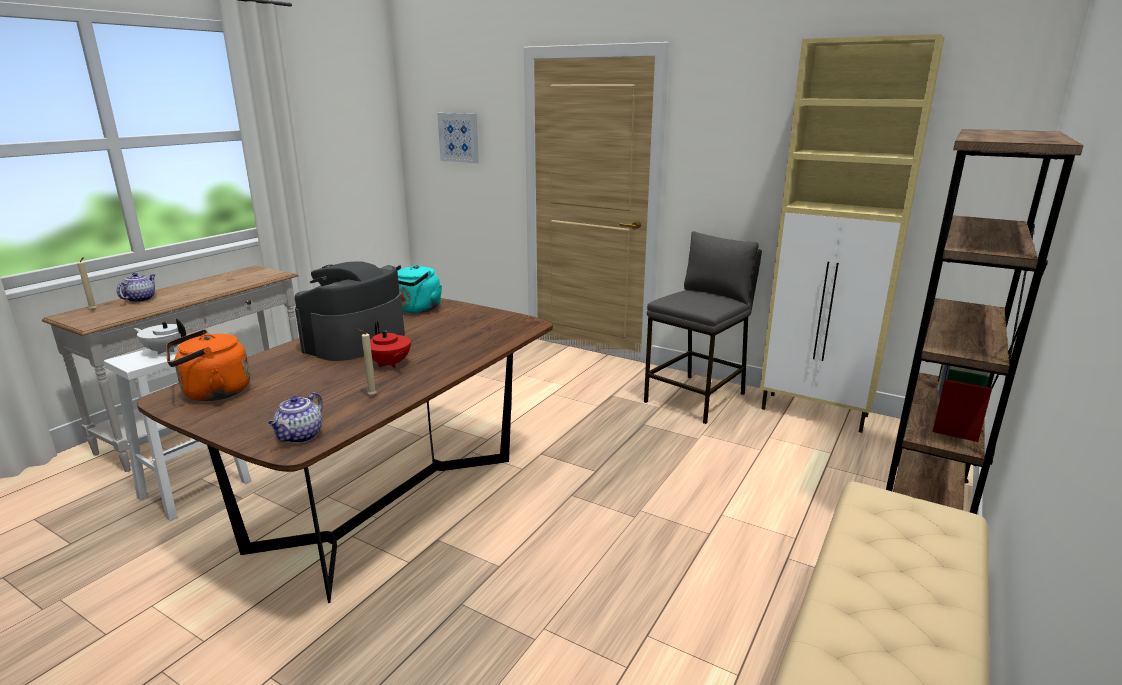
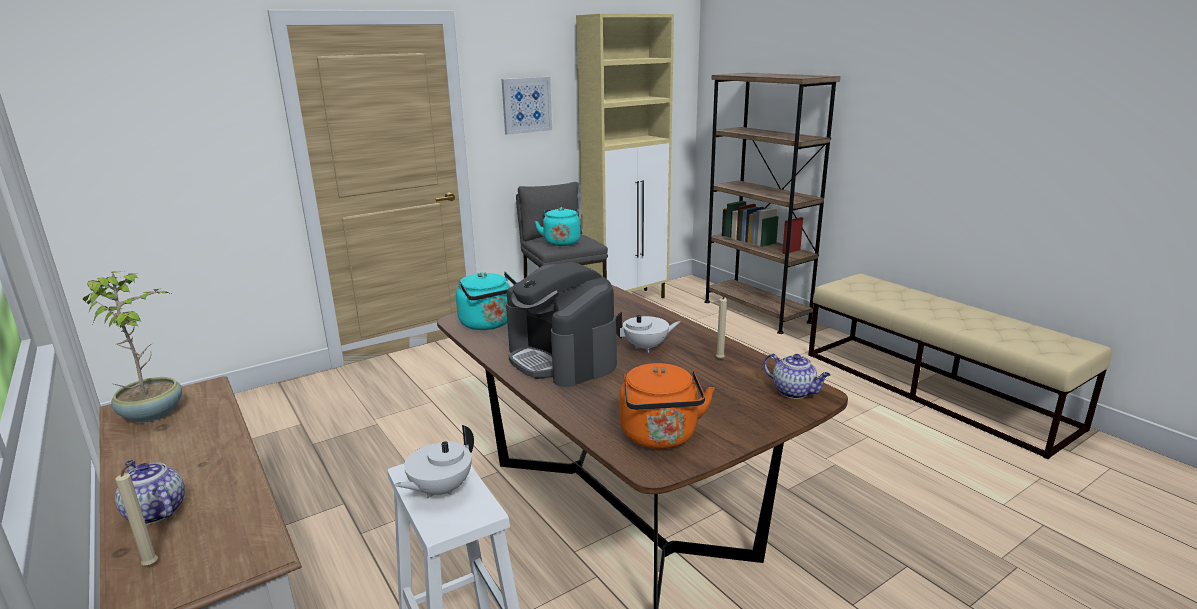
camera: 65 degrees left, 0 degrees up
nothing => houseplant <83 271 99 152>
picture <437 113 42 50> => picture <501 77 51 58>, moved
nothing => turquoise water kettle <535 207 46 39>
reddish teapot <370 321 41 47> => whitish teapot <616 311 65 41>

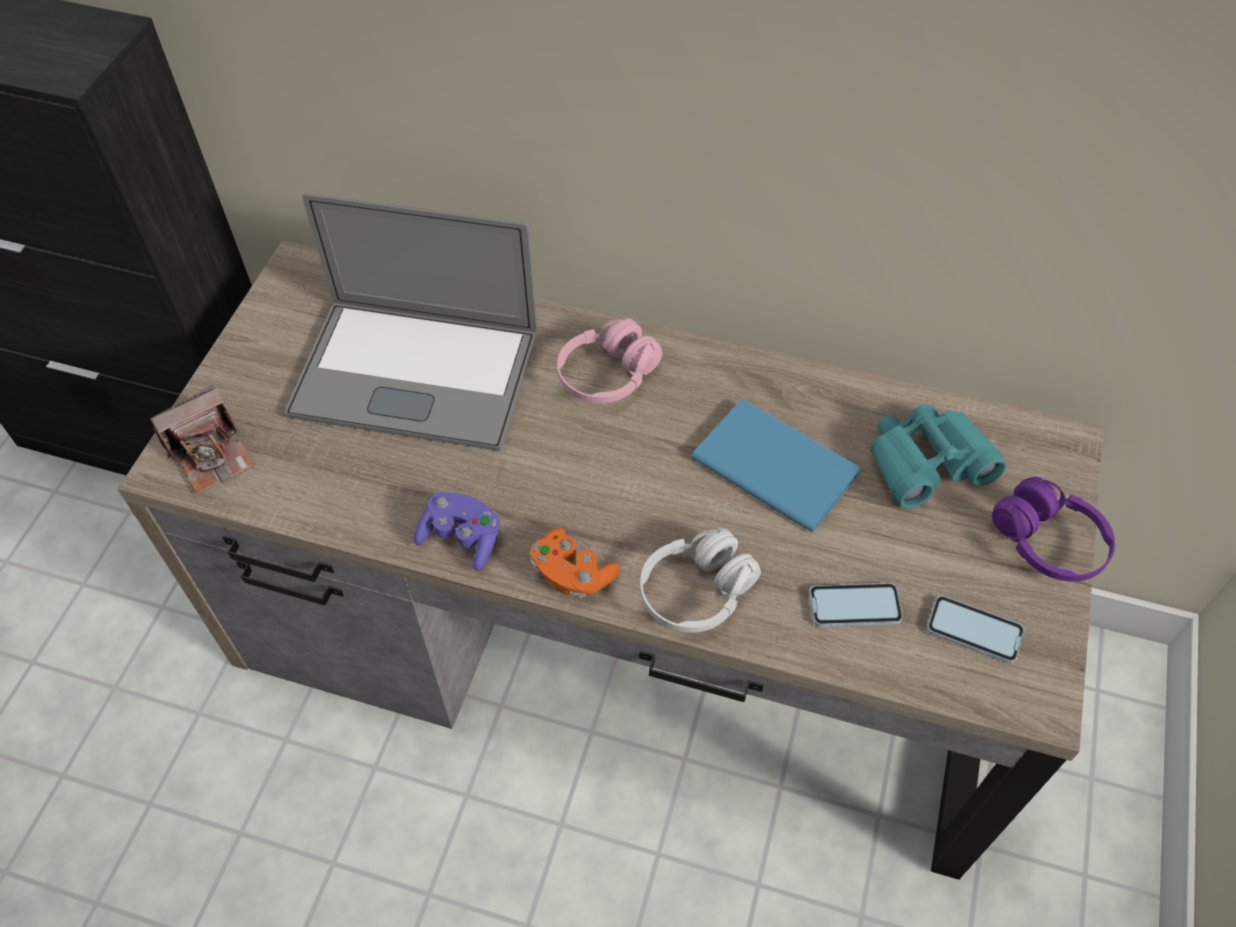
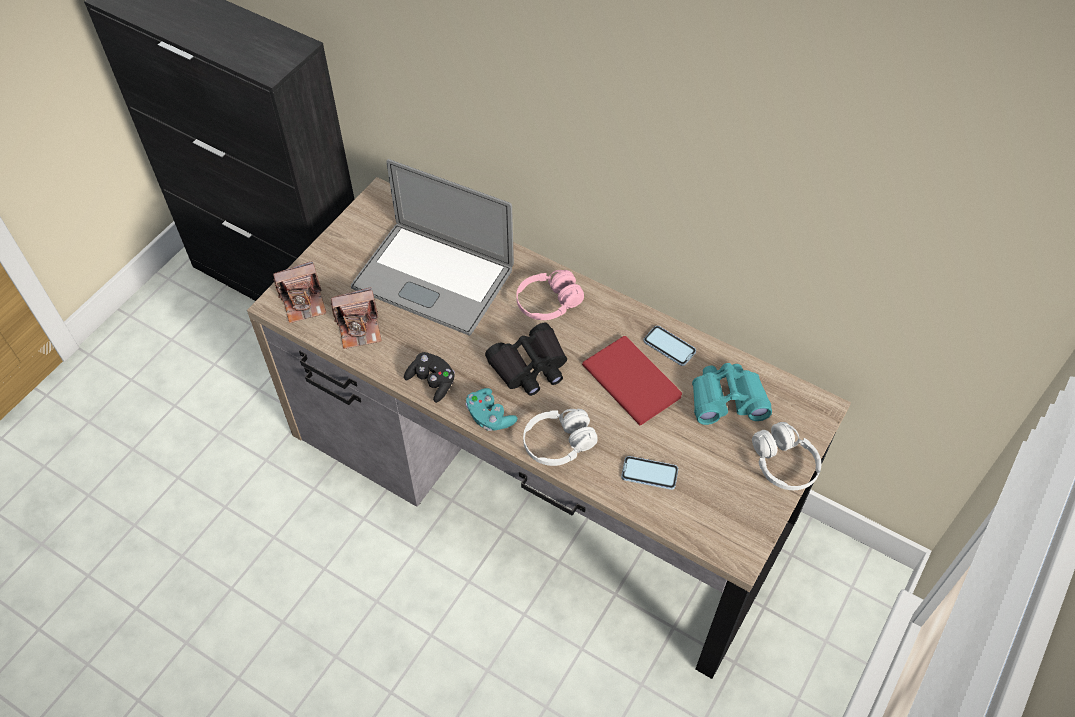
camera: 15 degrees right, 0 degrees up
nothing => still camera <331 287 51 62>
purple-coloured joypad <414 492 86 79> => black-coloured joypad <404 352 51 51>
orange joypad <530 528 90 71> => turquoise joypad <466 388 51 43>
nothing => black-coloured pair of binoculars <485 323 82 73>
bluish volume <691 399 169 134> => reddish volume <582 336 100 89>
phone <927 595 97 68> => phone <643 326 53 40>, moved
purple-coloured headset <992 477 123 105> => whitish headset <752 422 69 68>

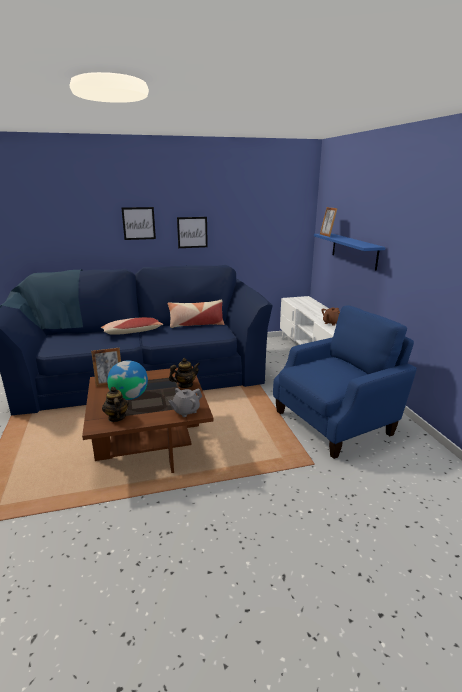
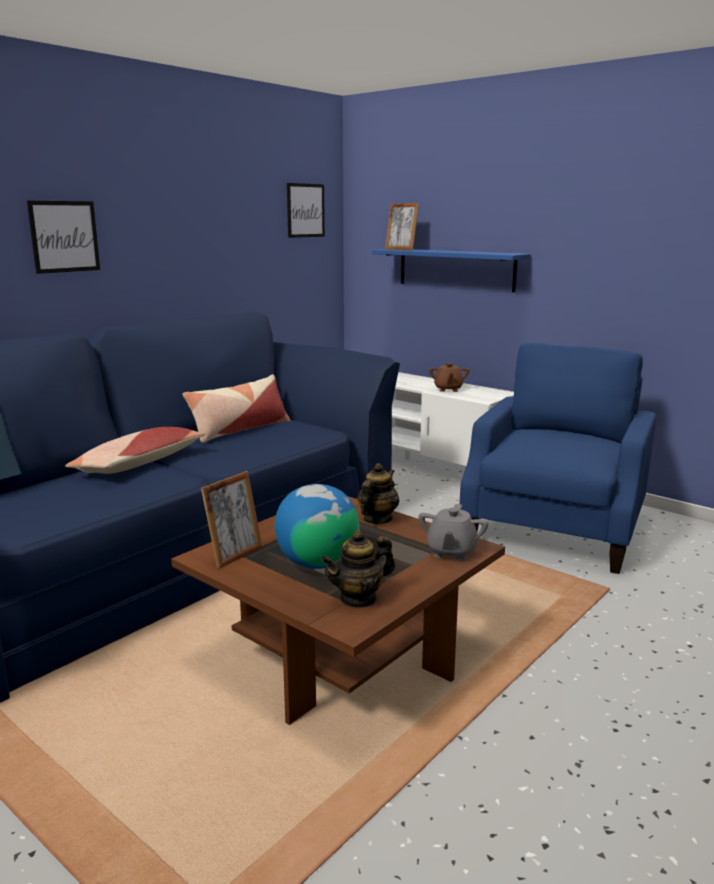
camera: 35 degrees left, 5 degrees down
picture <177 217 31 31> => picture <287 183 38 55>, moved
teapot <102 387 27 35> => teapot <321 530 74 79>, 60 degrees counterclockwise

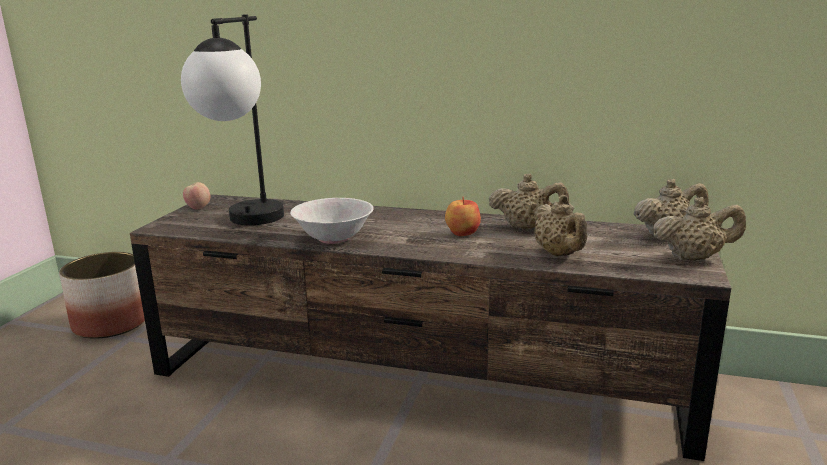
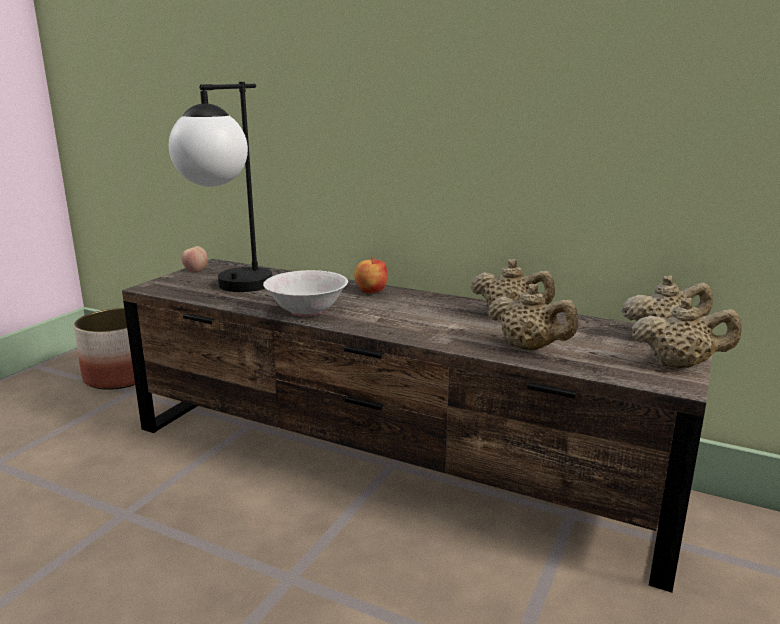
camera: 10 degrees right, 0 degrees up
whole apple <445 197 36 39> => whole apple <354 256 34 37>, moved
beige teapot <533 195 54 61> => beige teapot <487 284 92 67>, 45 degrees counterclockwise

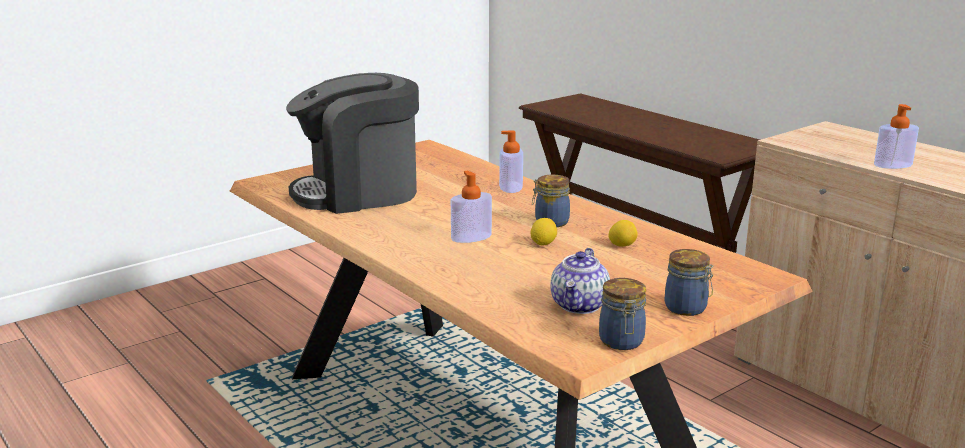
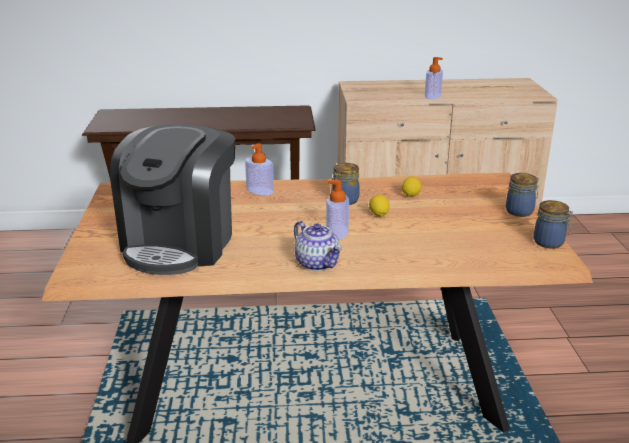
camera: 55 degrees left, 5 degrees up
teapot <550 248 60 66> => teapot <294 221 48 50>, moved

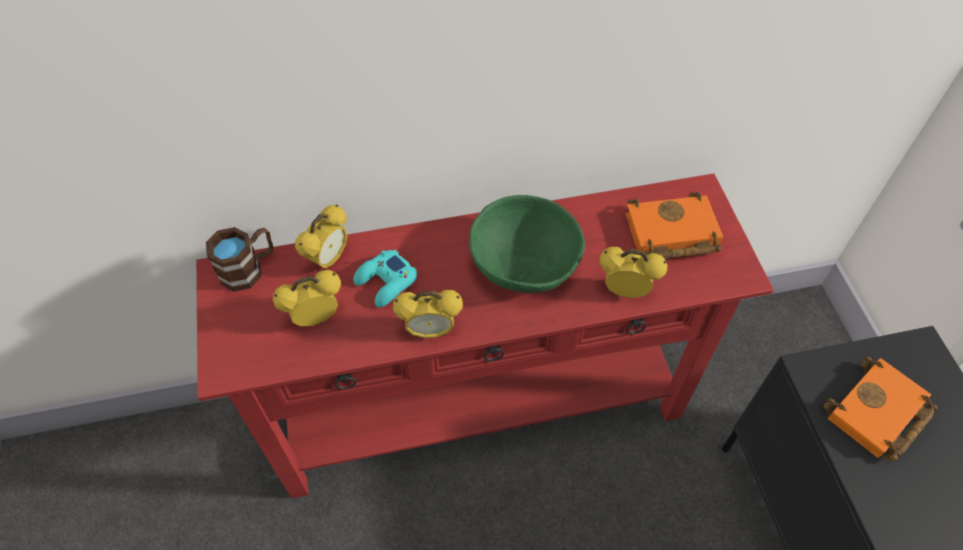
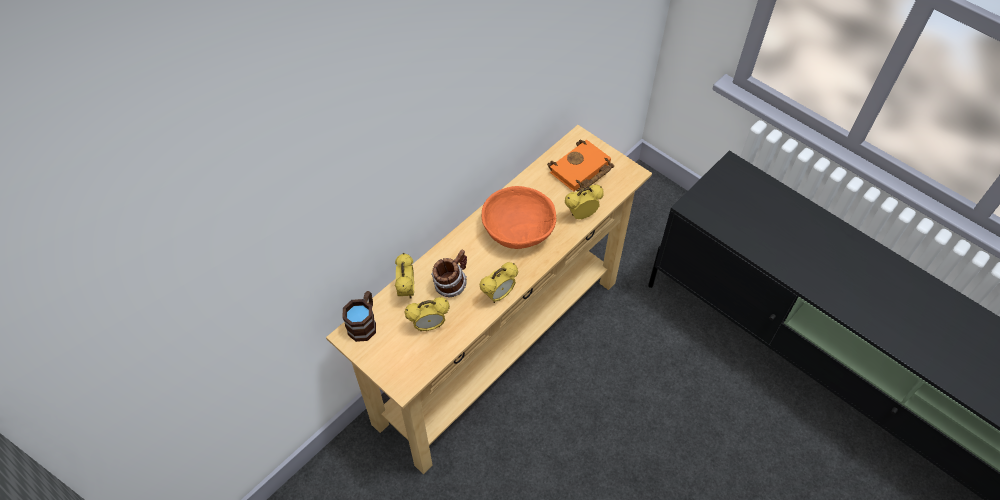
camera: 35 degrees left, 0 degrees up
reddish hall table <196 173 578 325> => beige hall table <326 125 326 349>
bedside clock <273 270 68 56> => bedside clock <404 297 46 34>, 135 degrees counterclockwise
turquoise joypad <353 250 64 58> => mug <431 249 36 49>
green-coloured bowl <469 195 116 98> => orange bowl <482 186 74 63>
orange volume <823 357 114 104> => nothing

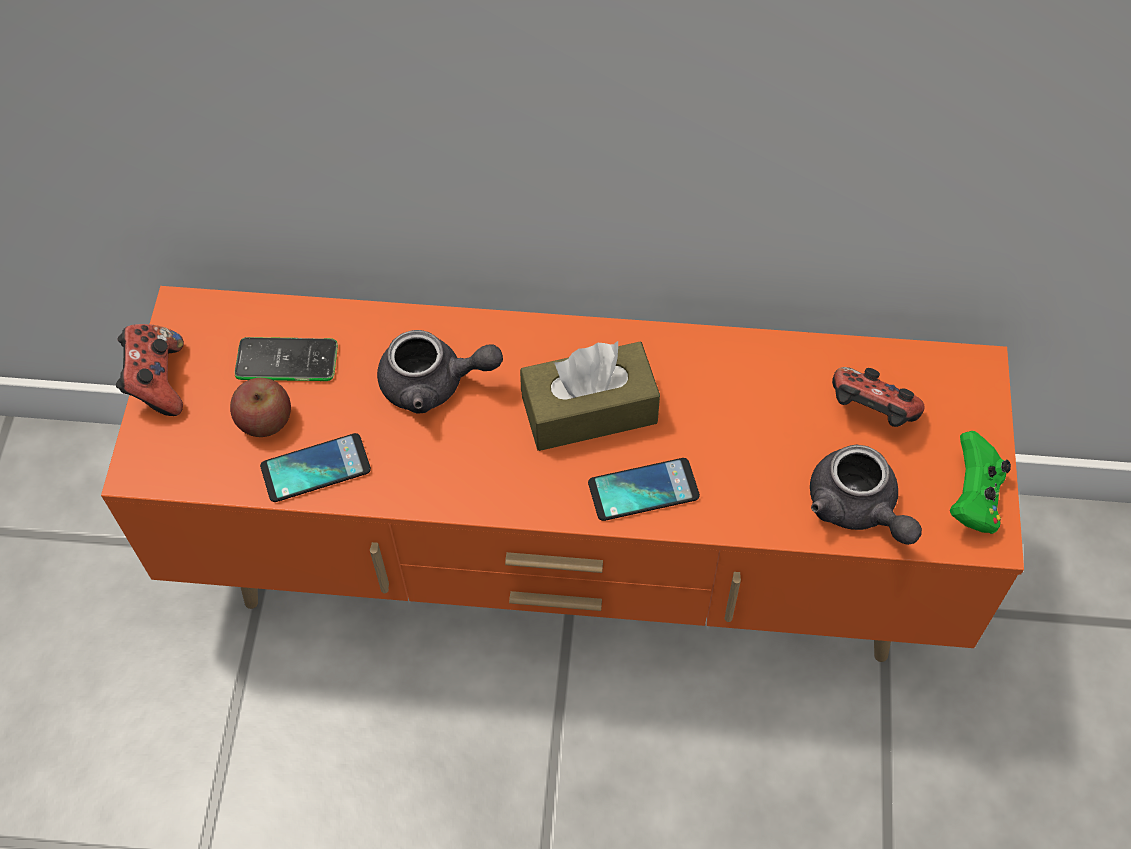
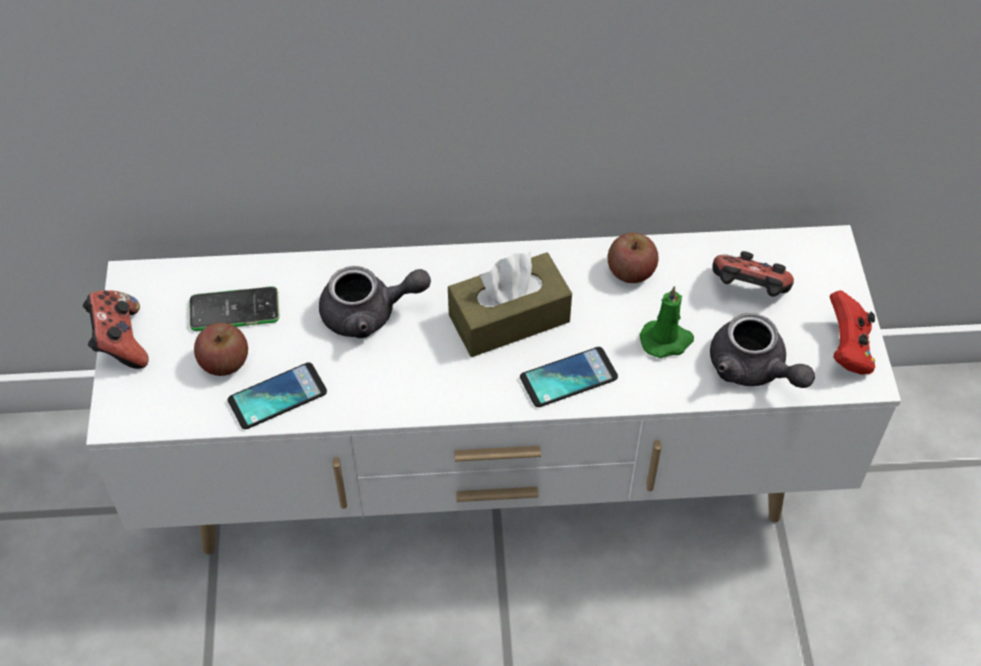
camera: 10 degrees left, 5 degrees down
orange tv unit <101 286 923 376> => whitish tv unit <86 225 815 329>
nothing => whole apple <608 233 51 50>
nothing => green-coloured candle <640 286 54 72>
green-coloured joypad <950 431 61 103> => reddish joypad <829 290 46 85>

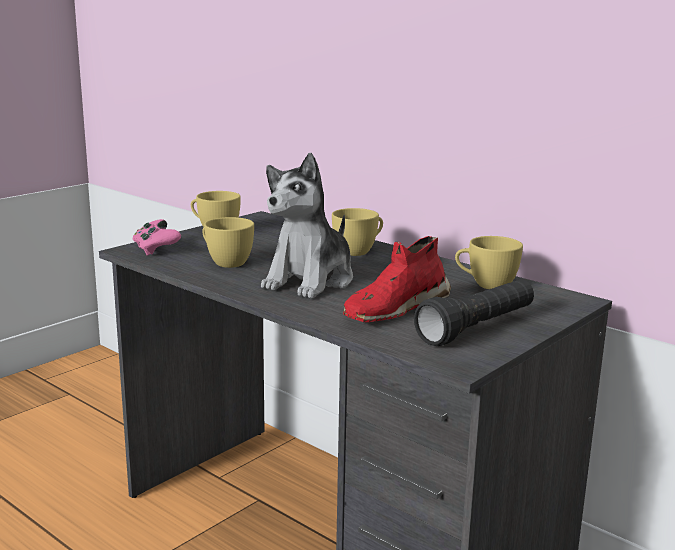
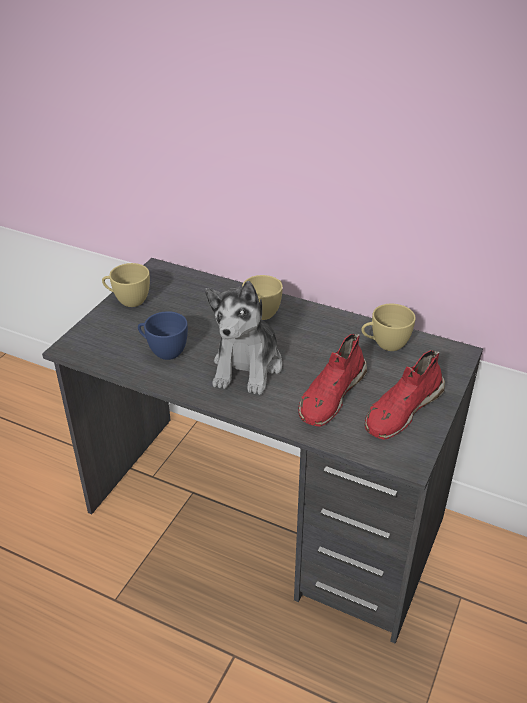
camera: 15 degrees left, 20 degrees up
yellow cup <202 217 52 51> => bluish cup <138 311 50 49>
black-coloured flashlight <414 279 120 67> => reddish shoe <365 350 80 90>
pink joypad <133 219 48 37> => nothing

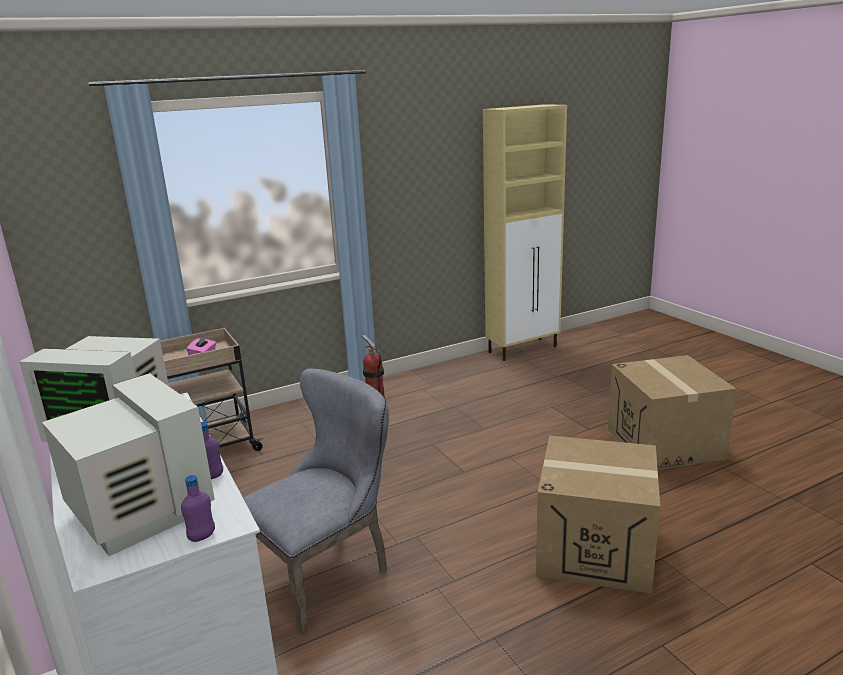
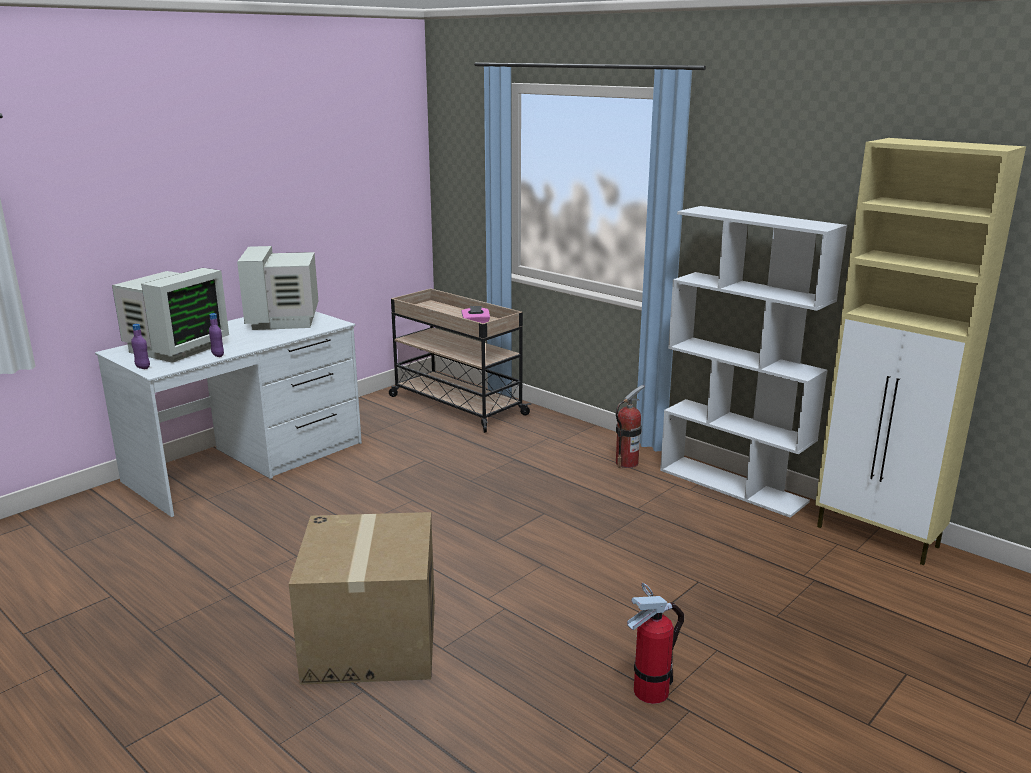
camera: 70 degrees right, 0 degrees up
cardboard box <608 355 128 114> => fire-fighting cylinder <627 583 57 121>
nothing => whitish bookcase <660 206 187 312>
greyish upright chair <243 369 146 265> => nothing

